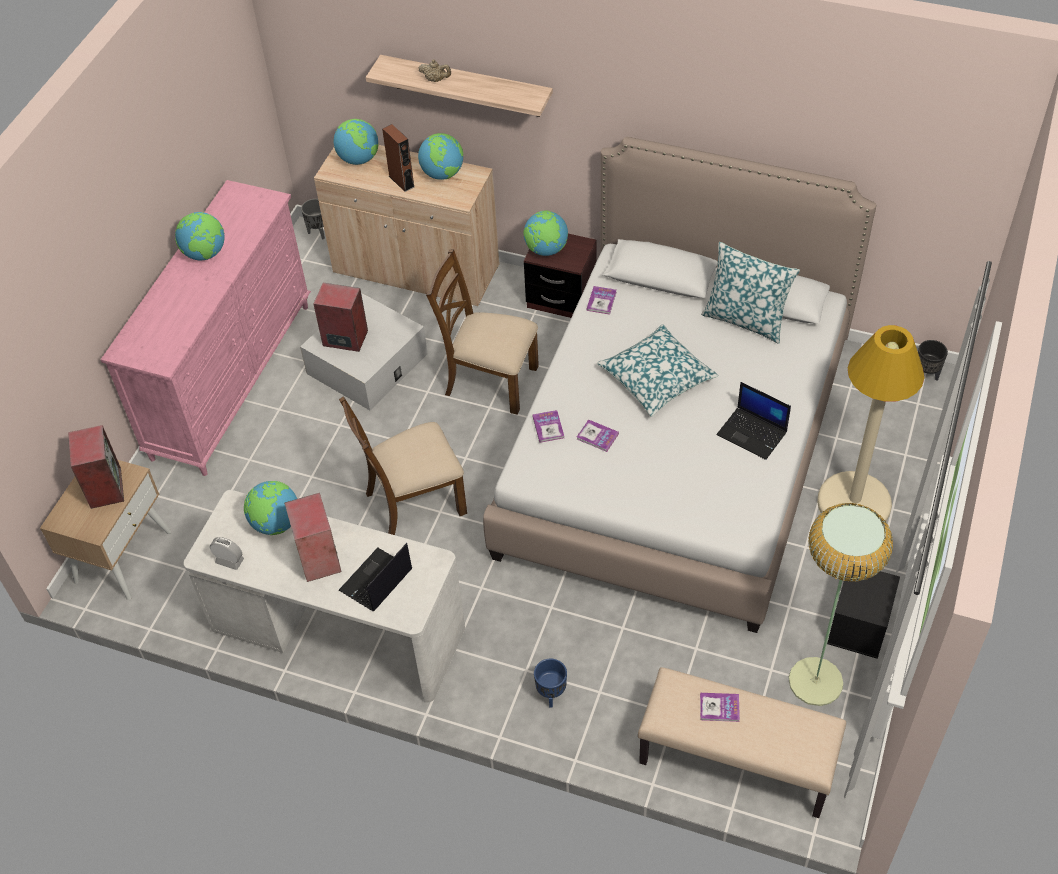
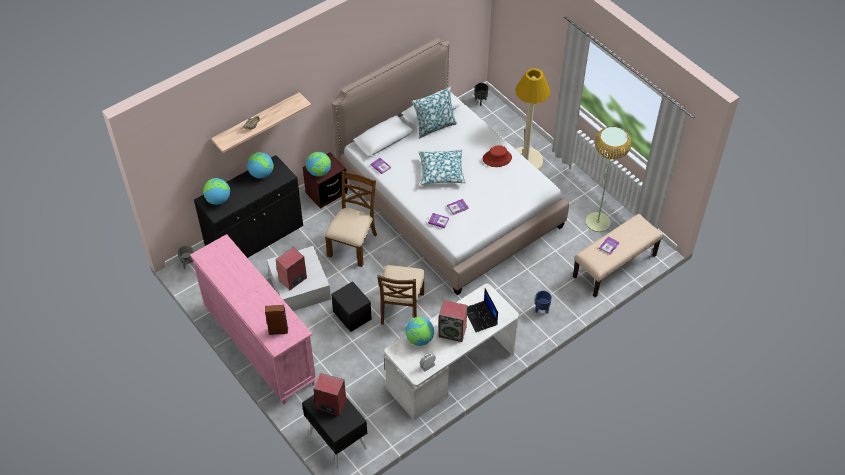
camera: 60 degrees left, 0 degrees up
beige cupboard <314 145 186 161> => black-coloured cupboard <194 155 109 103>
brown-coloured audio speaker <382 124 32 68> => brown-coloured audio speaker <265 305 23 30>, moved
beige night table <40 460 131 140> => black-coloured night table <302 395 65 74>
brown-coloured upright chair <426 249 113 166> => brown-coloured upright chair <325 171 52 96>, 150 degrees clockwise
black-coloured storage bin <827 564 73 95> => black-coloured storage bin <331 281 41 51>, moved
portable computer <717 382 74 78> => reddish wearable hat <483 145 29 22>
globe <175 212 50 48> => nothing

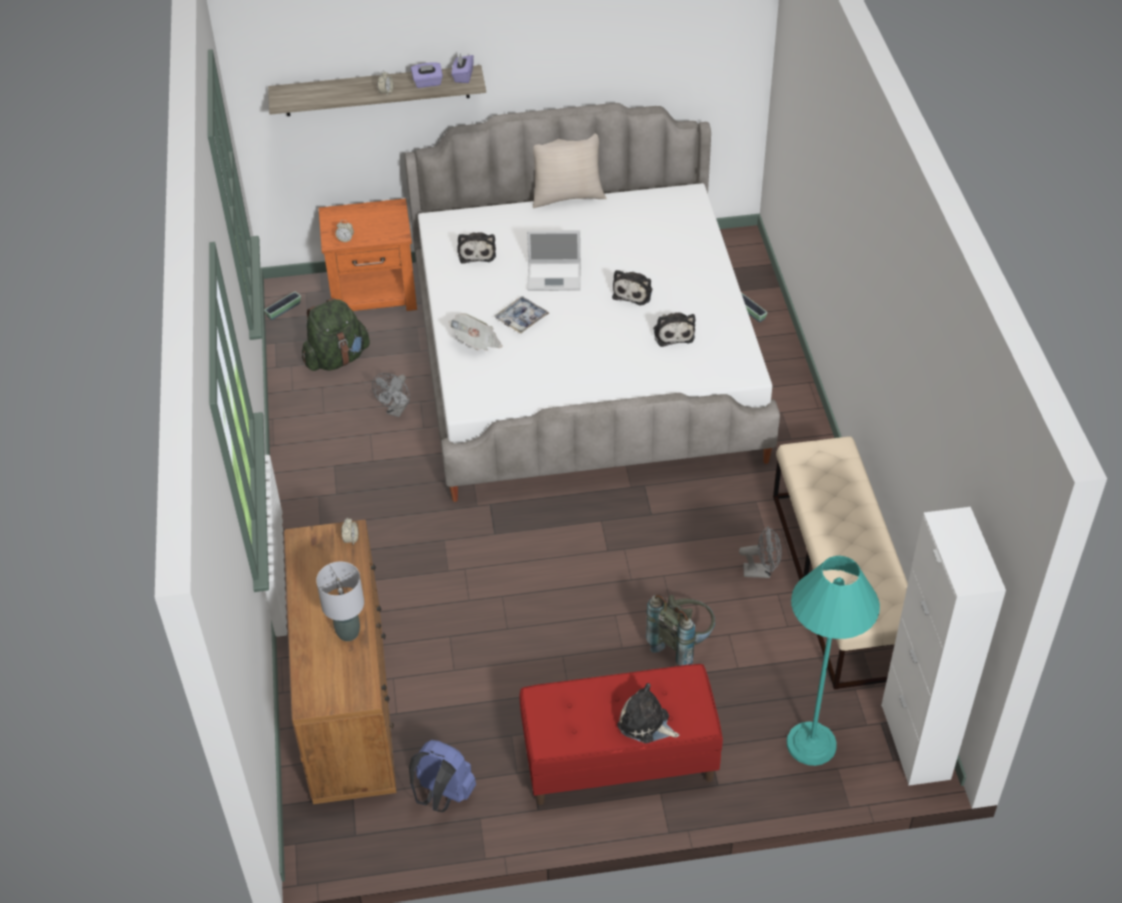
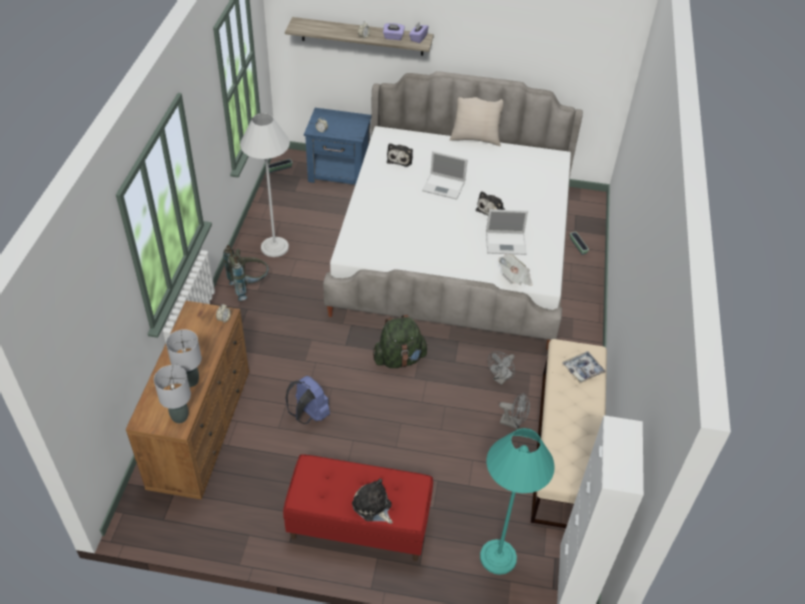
camera: 15 degrees right, 0 degrees up
nothing => greyish table lamp <154 365 37 58>
greyish backpack <646 594 69 72> => greyish backpack <223 245 46 56>, moved
nothing => whitish floor lamp <240 113 50 144>
bluish backpack <409 740 67 72> => bluish backpack <285 376 45 48>, moved
orange night table <318 198 99 113> => bluish night table <304 108 67 77>
green-coloured backpack <302 298 68 73> => green-coloured backpack <373 315 55 53>, moved
soft toy <653 313 42 34> => portable computer <486 209 42 46>
greyish fan <372 373 38 44> => greyish fan <488 351 27 34>, moved
printed paper <449 313 54 38> => printed paper <498 254 35 32>, moved
carrying tray <494 296 55 37> => carrying tray <563 351 43 32>, moved

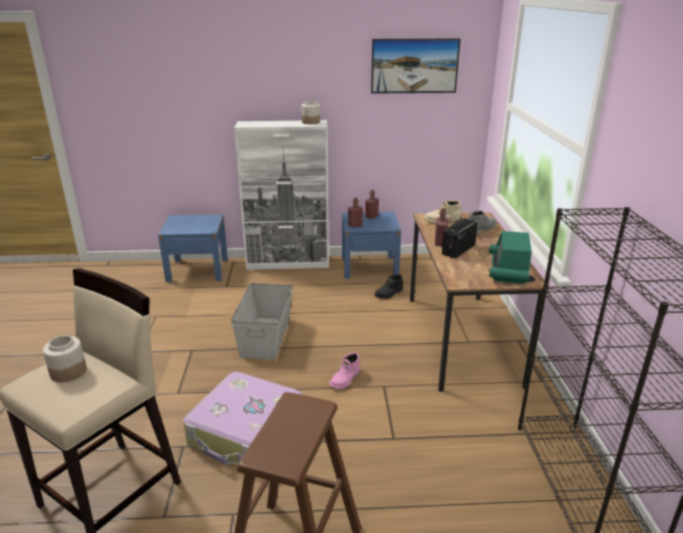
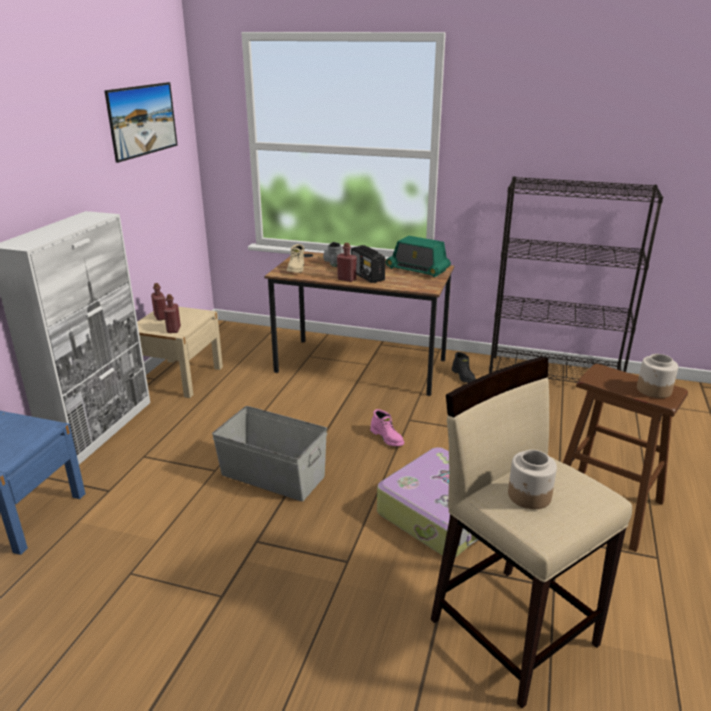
camera: 70 degrees left, 0 degrees up
bluish night table <342 212 59 67> => beige night table <137 305 86 93>
black-coloured high-top boot <374 274 29 25> => black-coloured high-top boot <452 352 23 31>, moved
jar <301 101 19 23> => jar <637 354 41 44>, moved

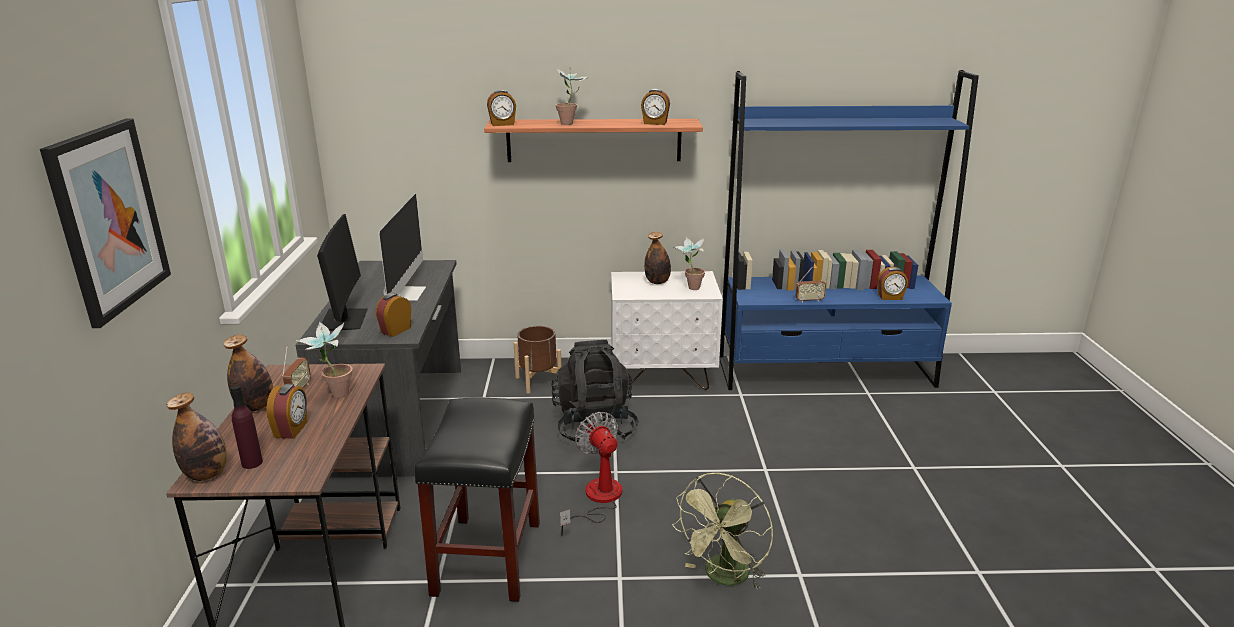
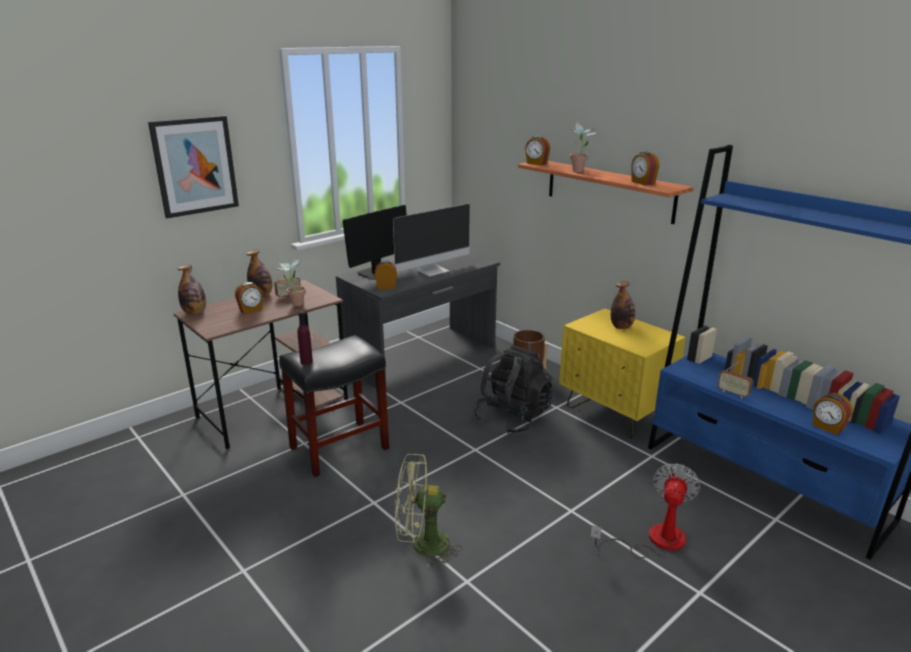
camera: 50 degrees right, 0 degrees up
purple-coloured bottle <230 385 33 84> => purple-coloured bottle <297 311 16 54>, moved
whitish night table <611 271 112 119> => yellow night table <559 309 127 129>
fan <560 412 62 124> => fan <590 463 111 95>, moved
houseplant <674 237 31 53> => nothing

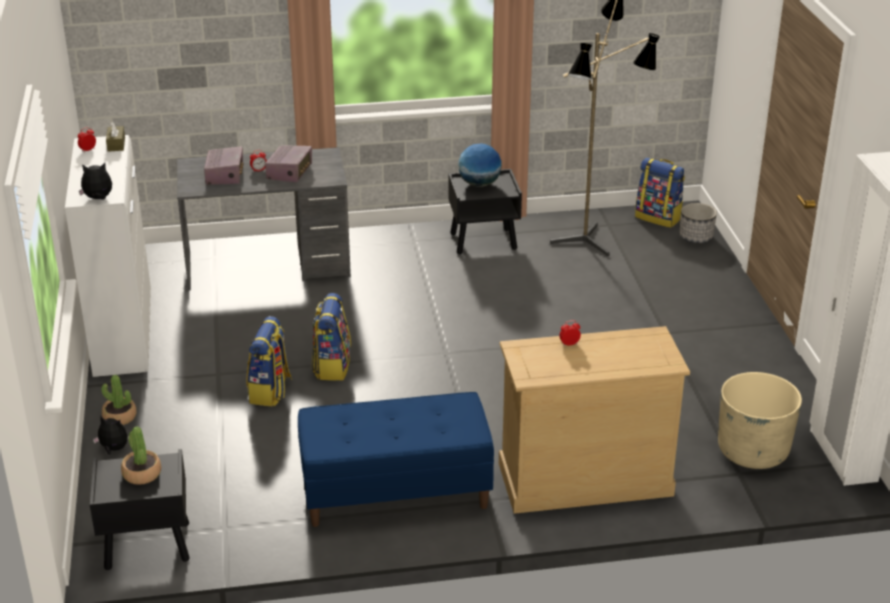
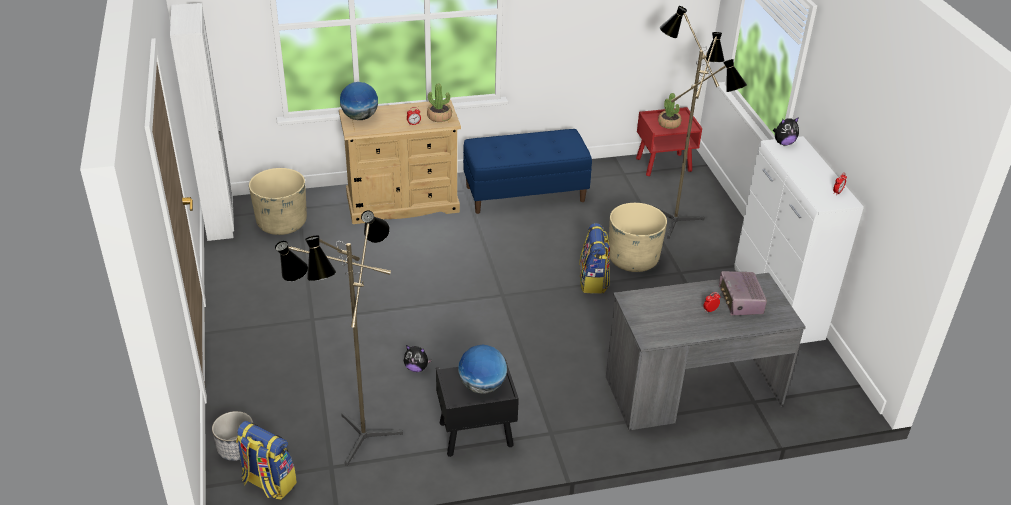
camera: 175 degrees right, 5 degrees up
nothing => globe <340 82 38 38>
soft toy <93 415 35 40> => soft toy <404 345 28 27>, moved
houseplant <102 375 35 50> => houseplant <427 83 25 39>, moved
backpack <247 316 45 90> => beige plant pot <609 203 58 69>
black-coloured night table <90 449 100 121> => reddish night table <636 107 66 69>
nothing => floor lamp <654 6 93 233>
brown-coloured tissue box <106 121 19 31> => nothing
radio set <265 145 47 37> => nothing

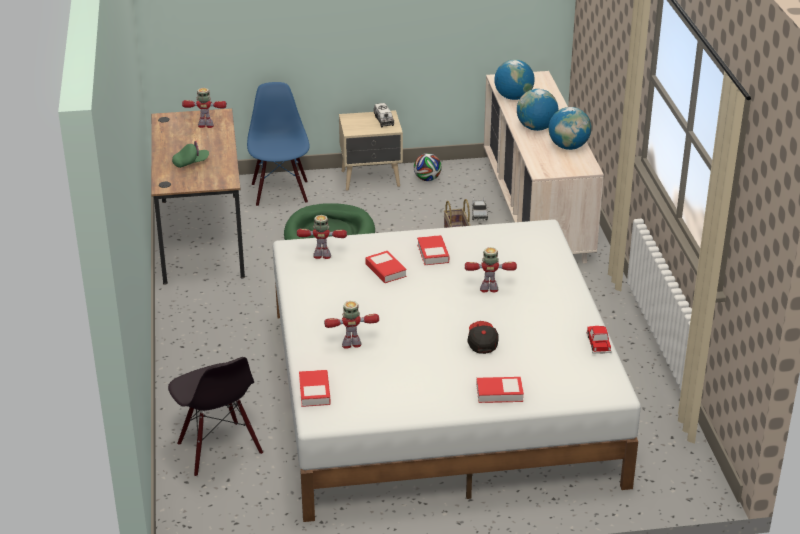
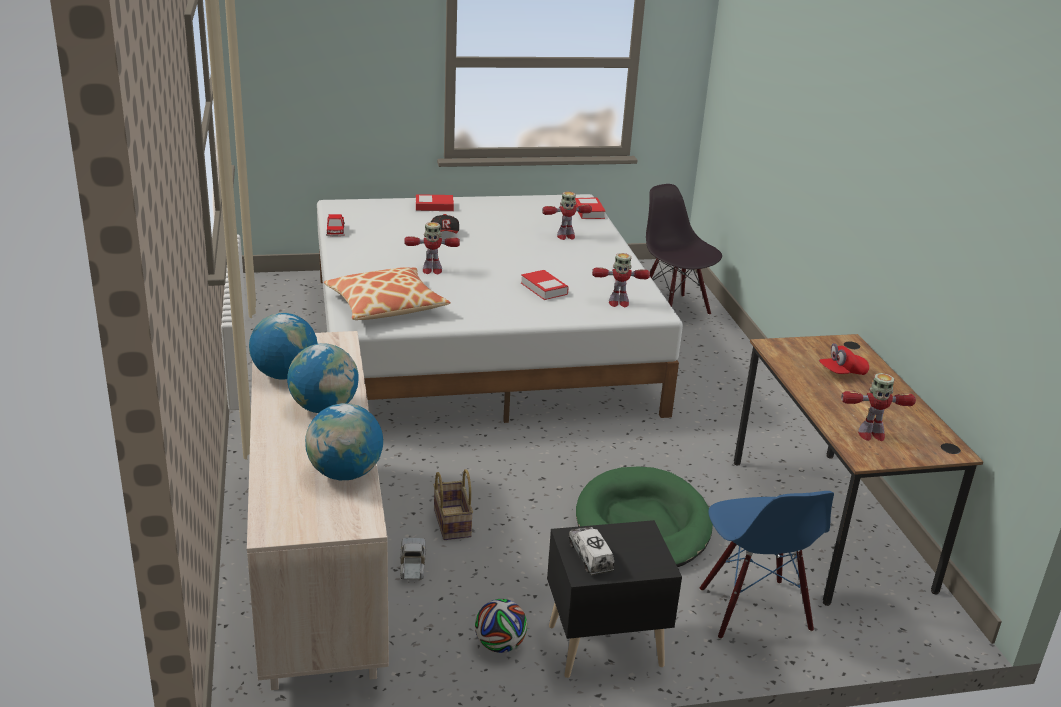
camera: 175 degrees right, 5 degrees down
nothing => pillow <324 267 127 53>
beige night table <339 110 64 81> => black-coloured night table <547 520 135 158>
green-coloured baseball cap <172 141 37 27> => reddish baseball cap <819 343 50 32>
volume <417 235 32 30> => nothing

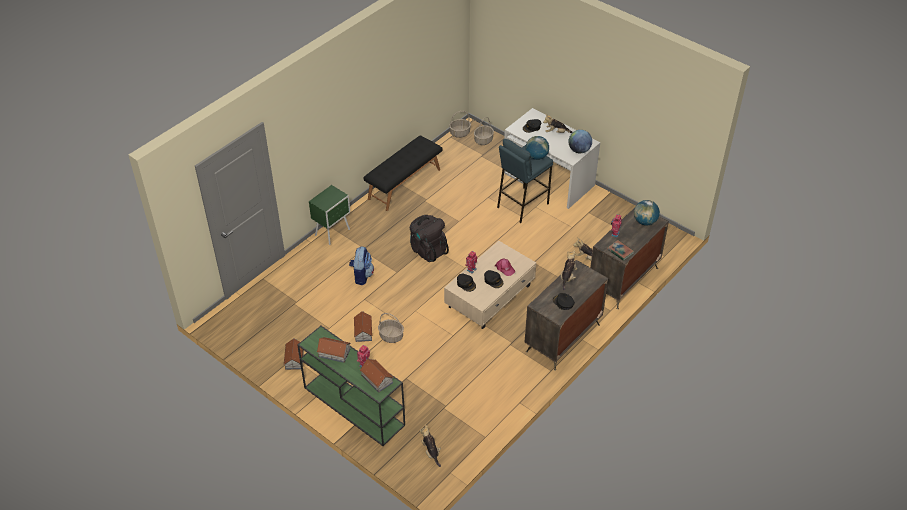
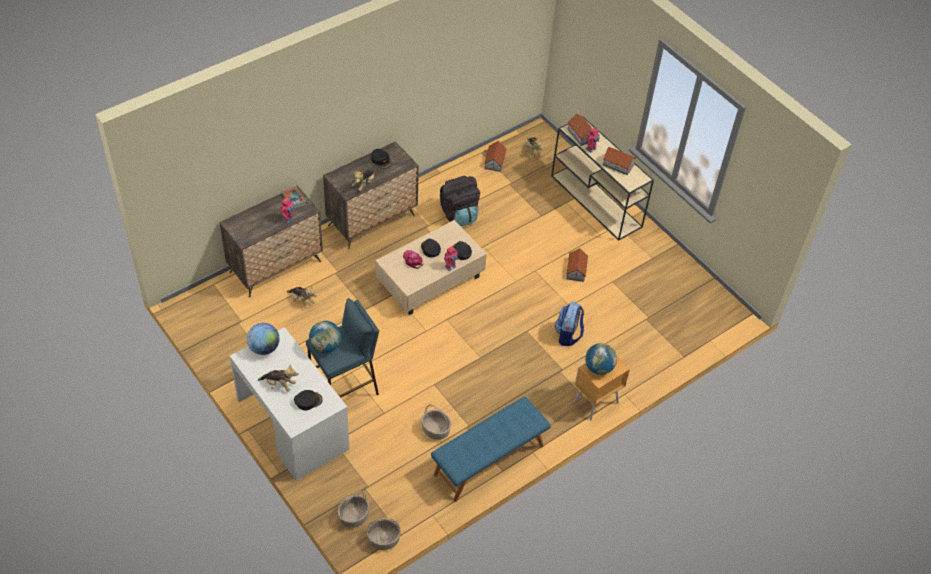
camera: 170 degrees left, 5 degrees up
storage basket <378 313 26 30> => storage basket <421 404 30 36>, moved
black-coloured long seat <364 135 79 76> => bluish long seat <431 397 120 105>
black-coloured backpack <410 215 39 47> => black-coloured backpack <440 176 40 50>, moved
toy house <283 338 21 32> => toy house <484 141 23 31>, moved
green-coloured hall table <297 326 108 120> => beige hall table <551 116 103 125>
green-coloured night table <309 185 41 60> => brown-coloured night table <574 356 56 64>
globe <634 200 26 26> => globe <585 343 32 32>, moved

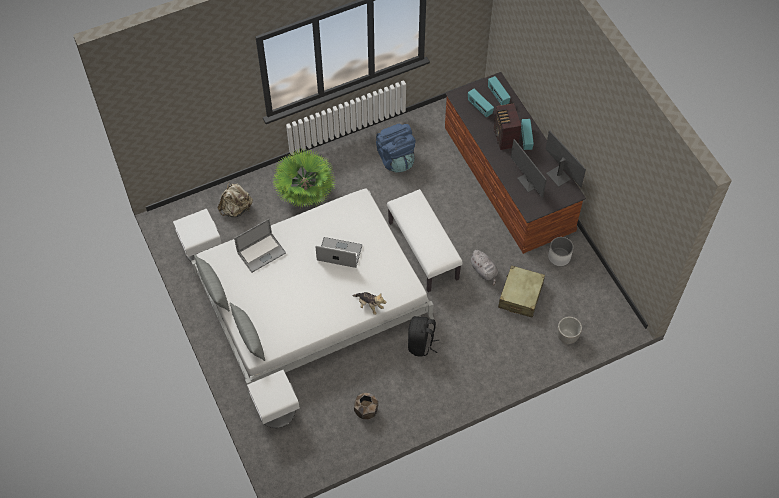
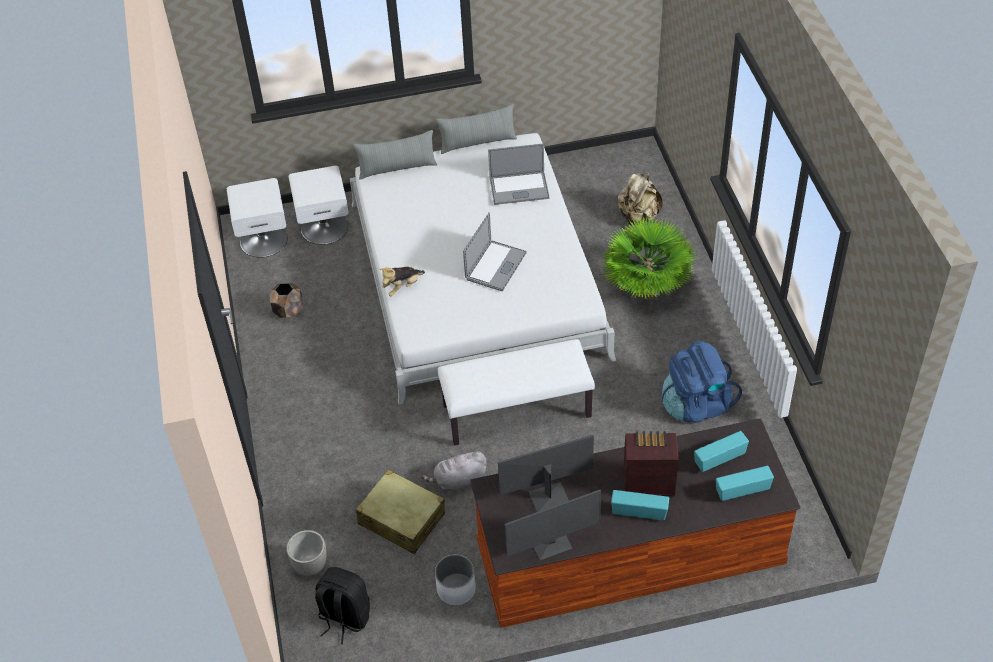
camera: 105 degrees right, 10 degrees down
whitish night table <173 209 49 52> => whitish night table <227 178 61 79>, moved
black-coloured backpack <408 316 32 41> => black-coloured backpack <315 567 55 77>, moved
portable computer <234 219 52 54> => portable computer <488 143 61 62>, 75 degrees counterclockwise

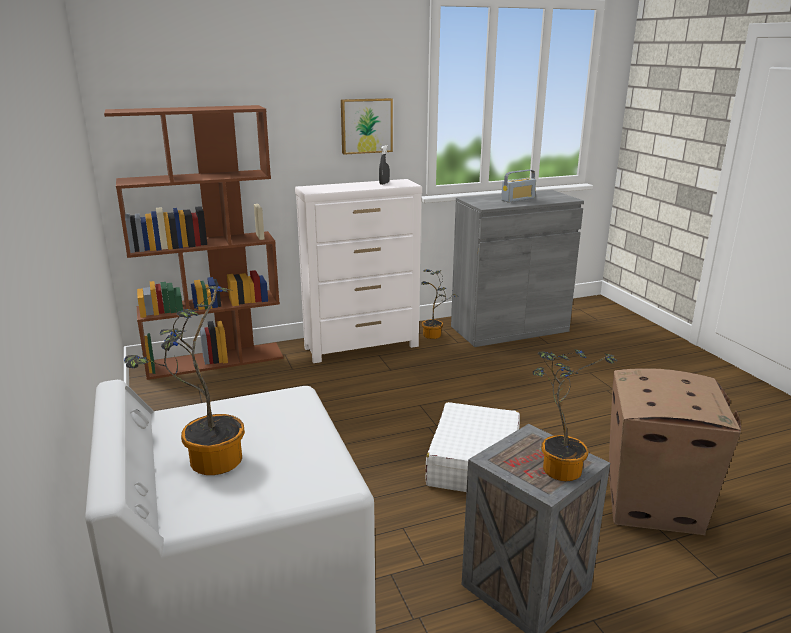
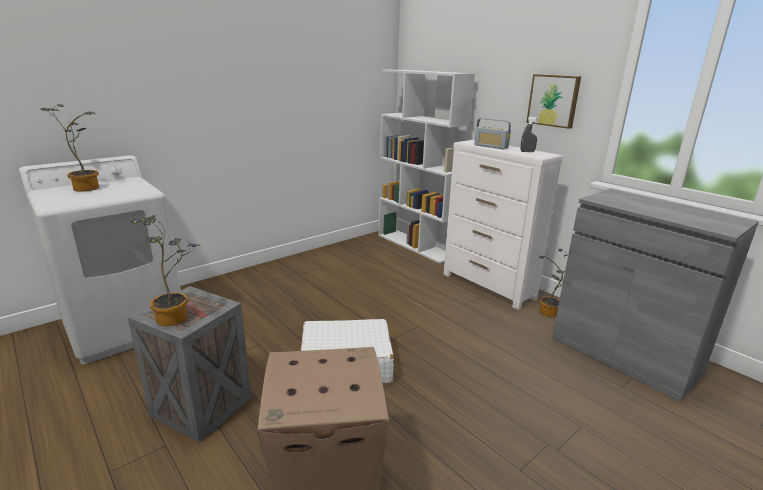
camera: 70 degrees right, 0 degrees up
brown-coloured bookcase <104 105 179 275> => whitish bookcase <378 70 97 193>
radio set <501 169 35 33> => radio set <474 118 37 31>, moved

